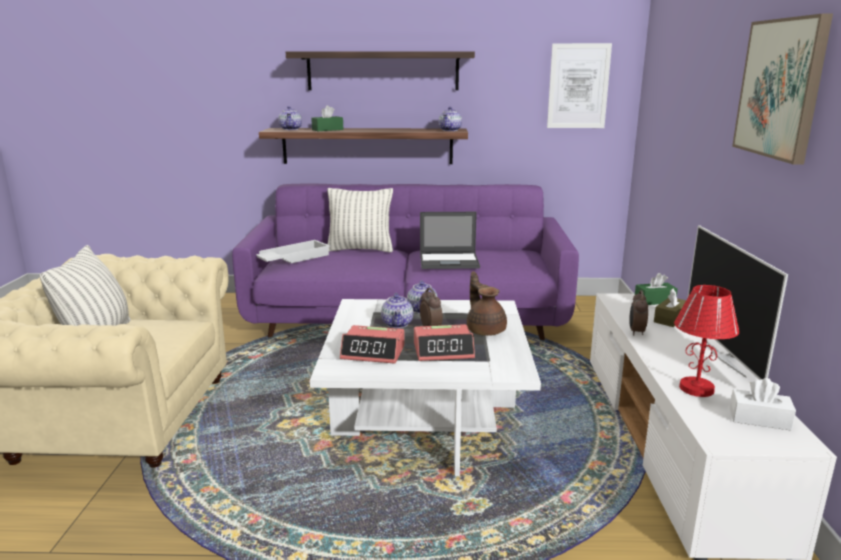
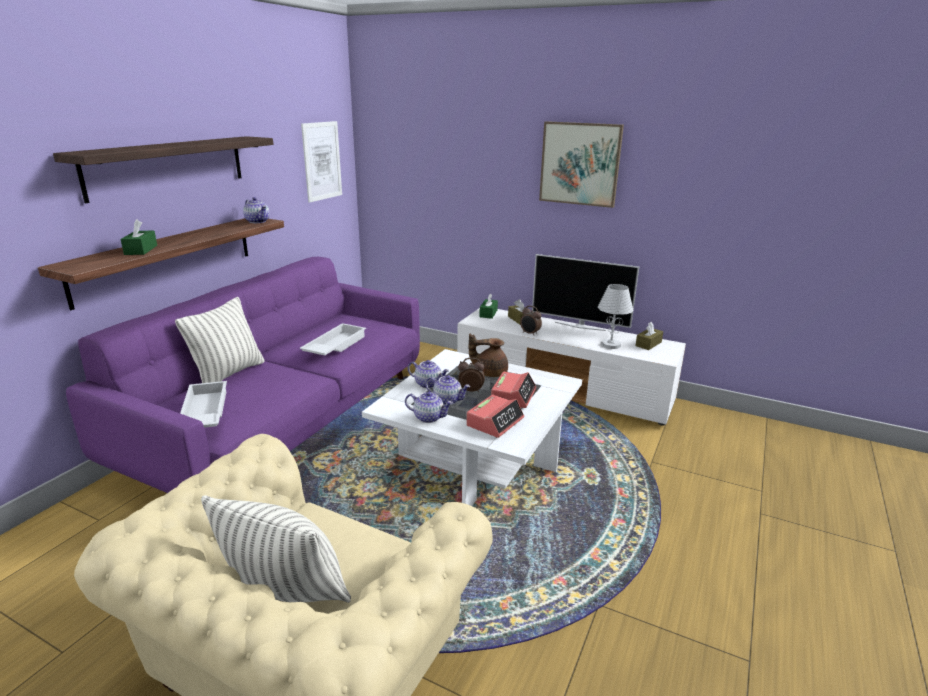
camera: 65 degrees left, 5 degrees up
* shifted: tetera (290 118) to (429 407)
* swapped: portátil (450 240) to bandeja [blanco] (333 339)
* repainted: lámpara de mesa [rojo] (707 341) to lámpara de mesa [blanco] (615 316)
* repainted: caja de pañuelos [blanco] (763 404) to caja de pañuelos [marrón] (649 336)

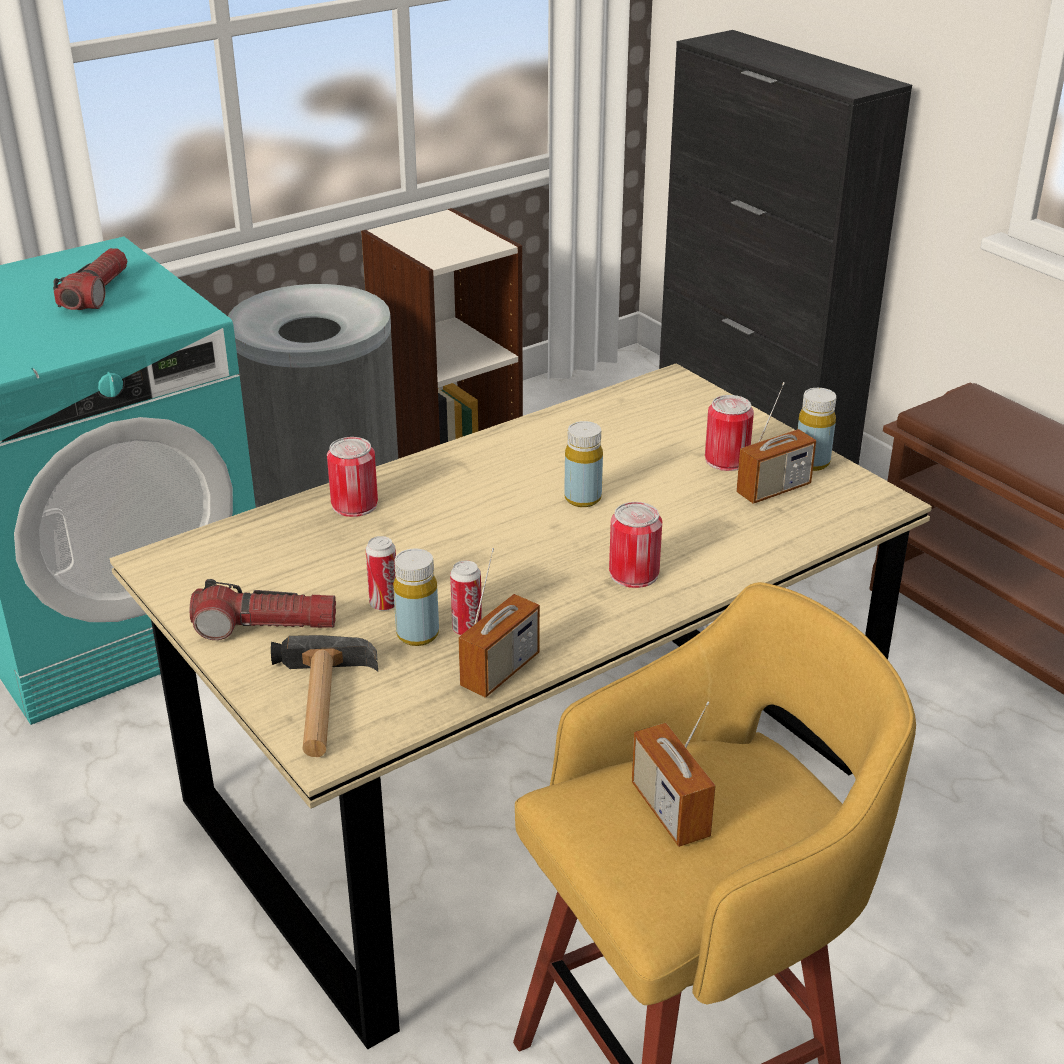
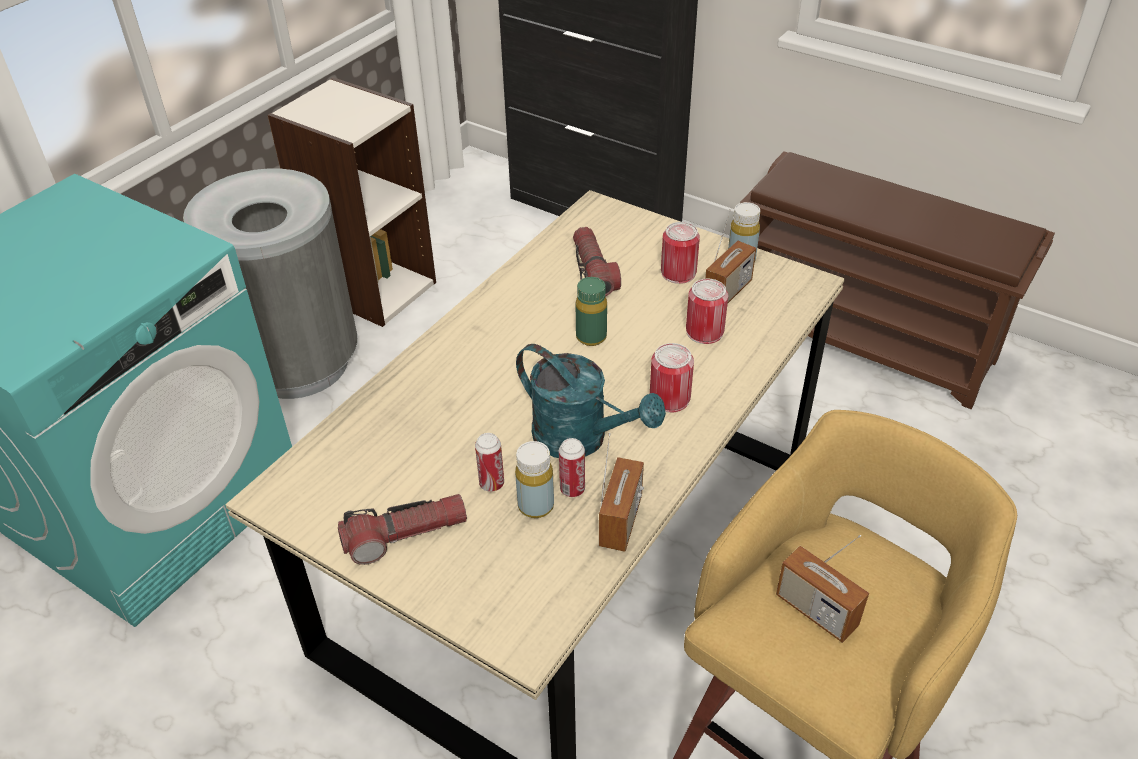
camera: 20 degrees left, 10 degrees up
* shifted: linterna (90 279) to (597 261)
* repainted: botella [amarillo] (583 464) to botella [verde] (591 311)
* shifted: lata (352 477) to (707 311)
* gone: martillo (324 696)
* new: regadera [turquesa] (591 401)

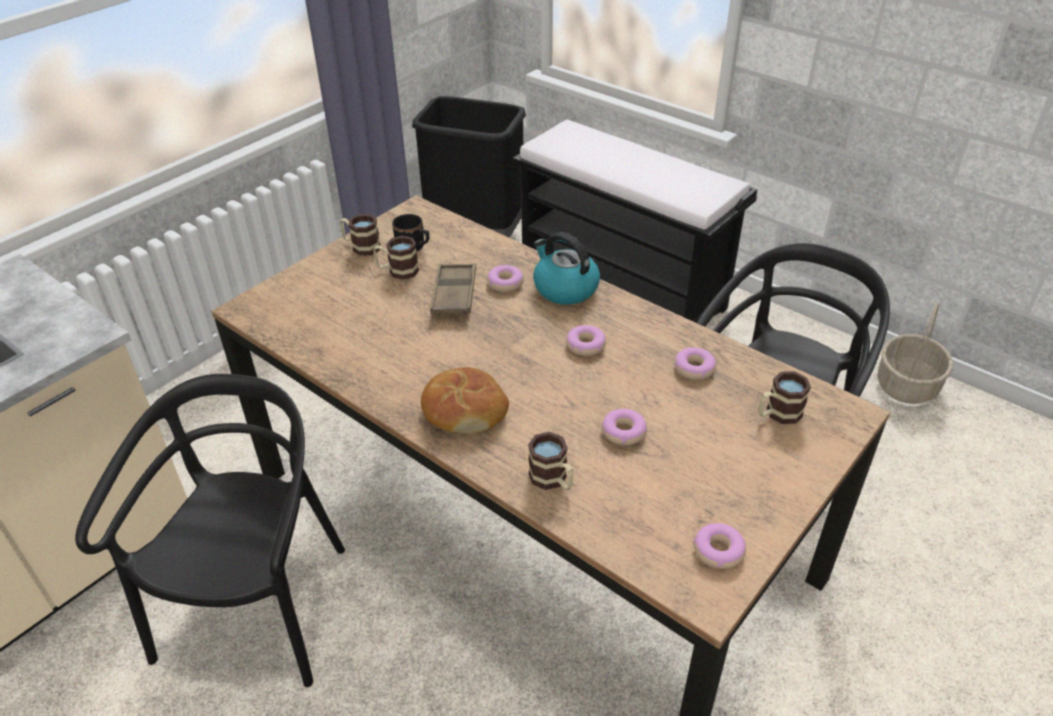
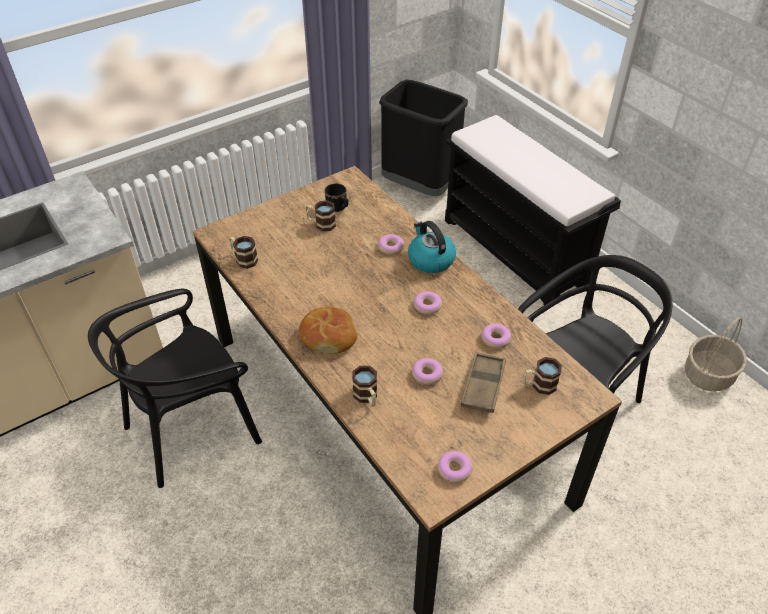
camera: 15 degrees right, 5 degrees up
* shifted: taza grande (360 235) to (243 252)
* shifted: bandeja [marrón] (453 289) to (483 382)
* rotated: silla [negro] (210 530) = (175 388) 150 degrees counterclockwise

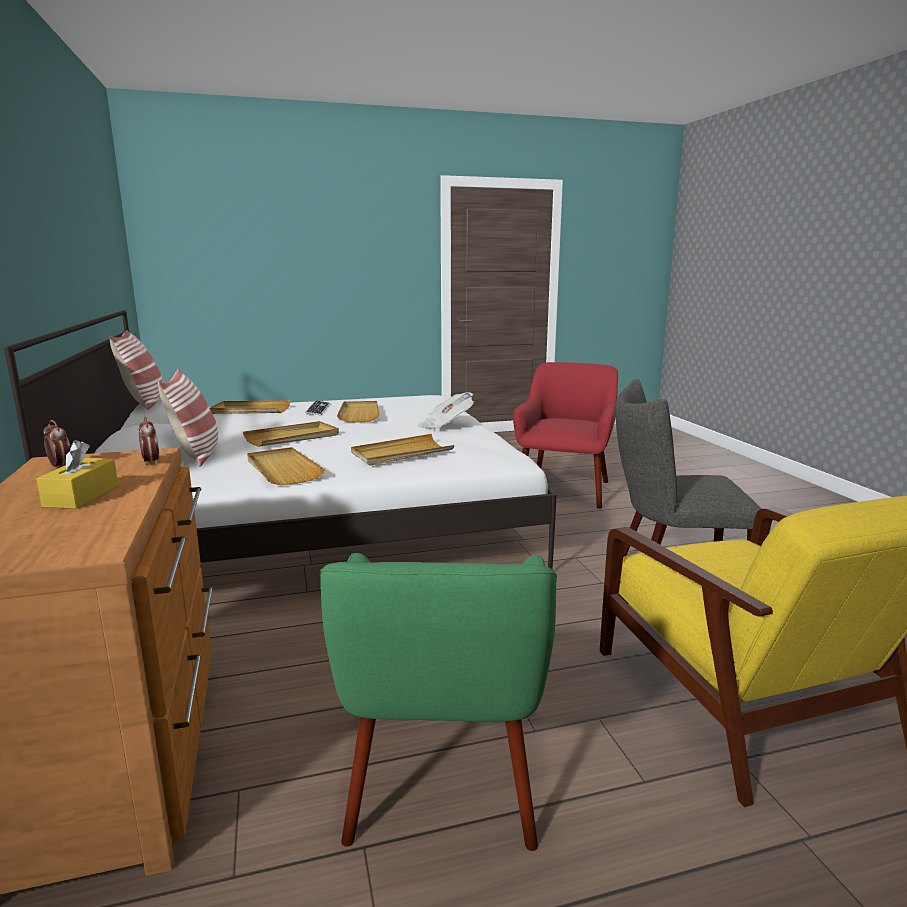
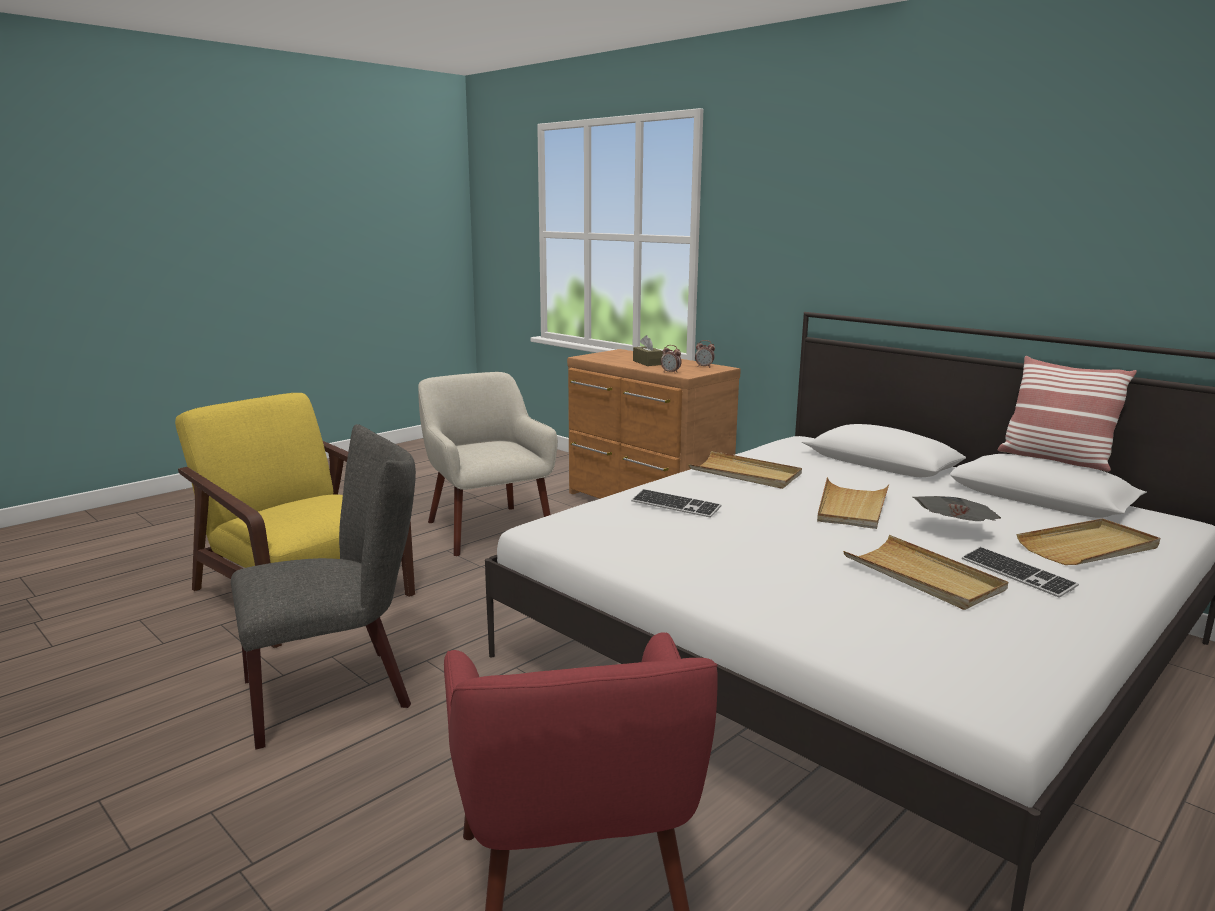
camera: 150 degrees right, 0 degrees up
* gone: cojín (188 417)
* shifted: periódico (445 410) to (956 508)
* swapped: bandeja [beis] (402 450) to teclado (676 503)
* repainted: caja de pañuelos [amarillo] (77 474) to caja de pañuelos [marrón] (648 350)
* repainted: sillón [verde] (438 702) to sillón [beis] (488 464)

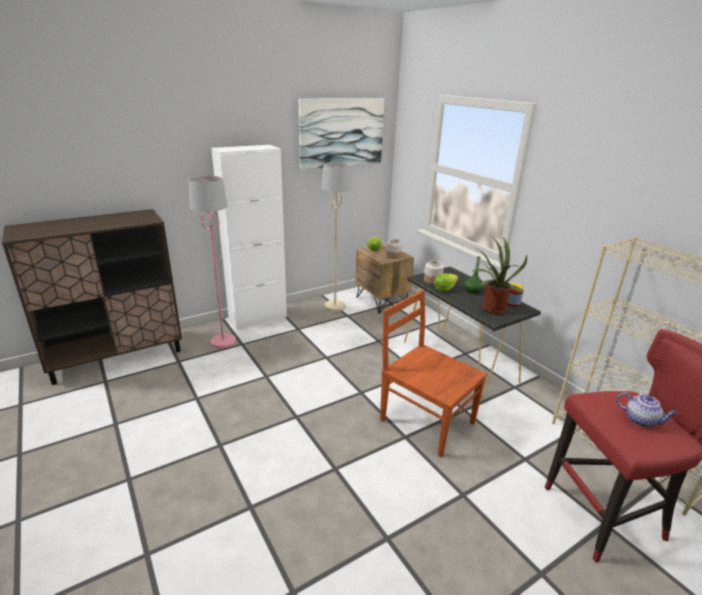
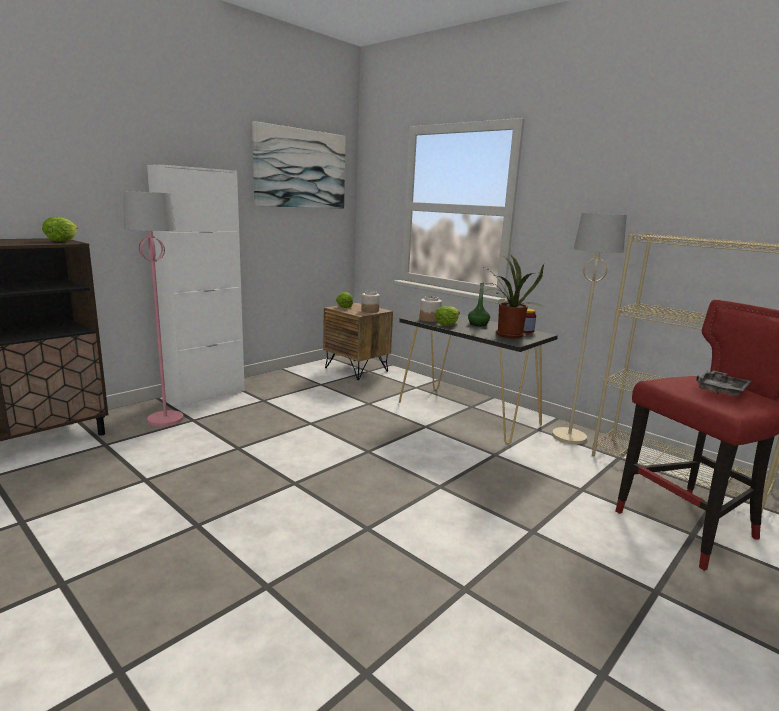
camera: 15 degrees left, 10 degrees down
* shifted: lámpara de pie [beis] (337 237) to (589 328)
* gone: silla [marrón] (433 373)
* swapped: tetera (647 410) to bandeja [gris] (724 383)
* new: lechuga (60 229)

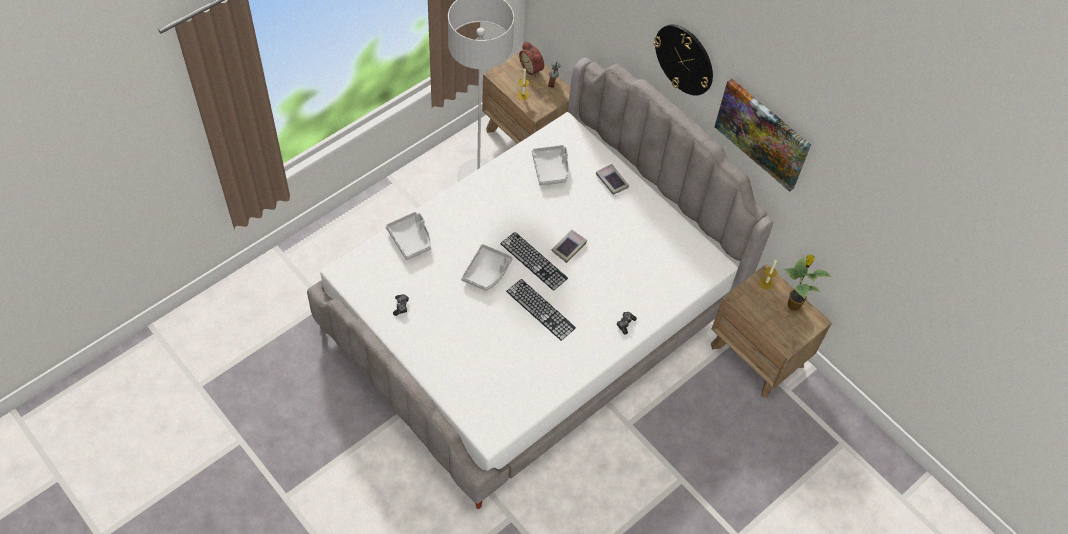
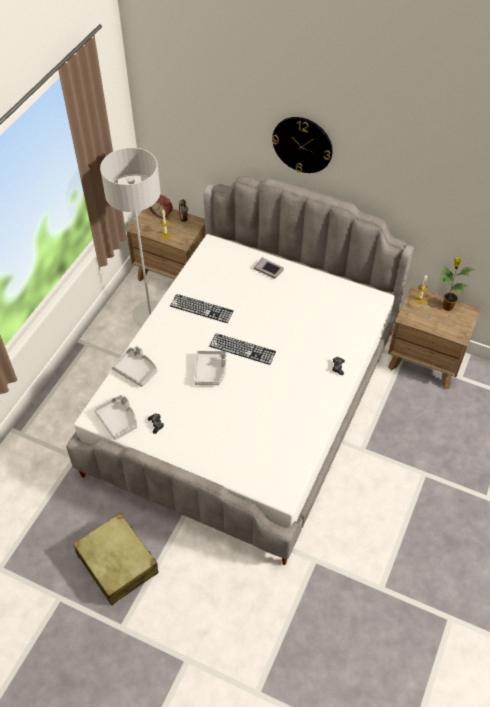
camera: 20 degrees left, 5 degrees down
* gone: cuadro (763 135)
* shifted: bandeja [gris] (550 165) to (115 417)
* gone: libro (569 246)
* shifted: teclado (541 310) to (202 308)
* new: maleta [beis] (116 559)

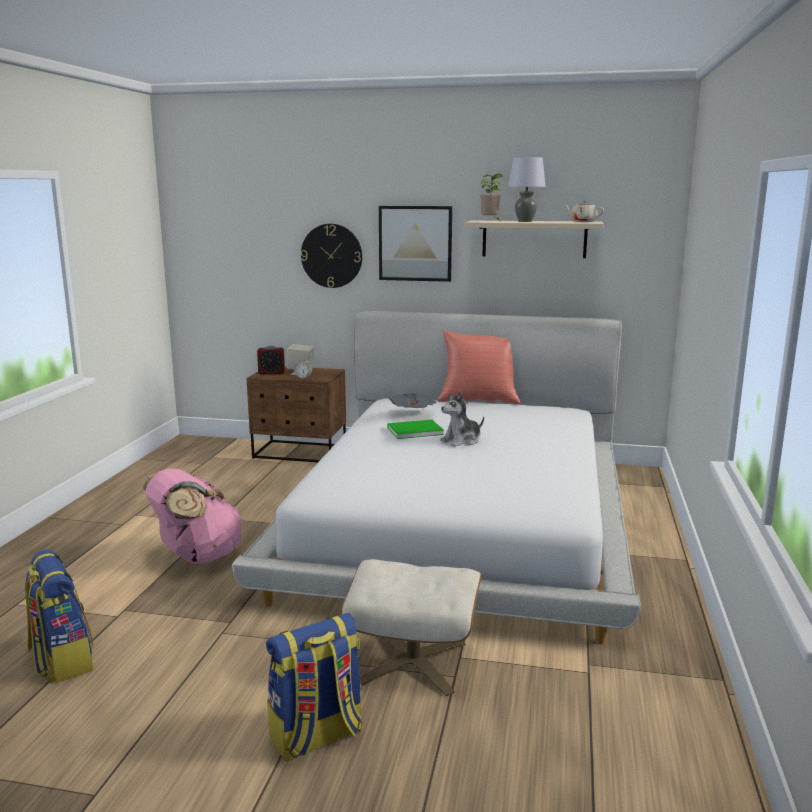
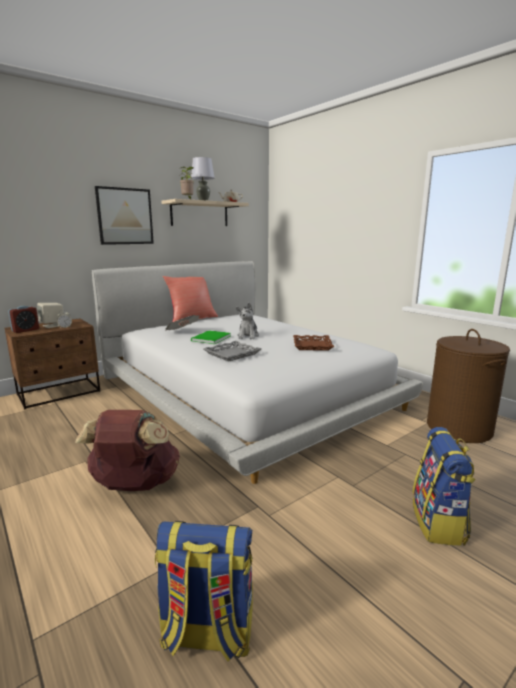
camera: 50 degrees left, 0 degrees up
* gone: reloj de pared (331 256)
* repainted: mochila [rosa] (192 516) to mochila [marrón] (127 450)
* gone: puf [beis] (411 627)
* new: cesto de la ropa [marrón] (468 386)
* new: bandeja [marrón] (313 343)
* new: bandeja [gris] (232 351)

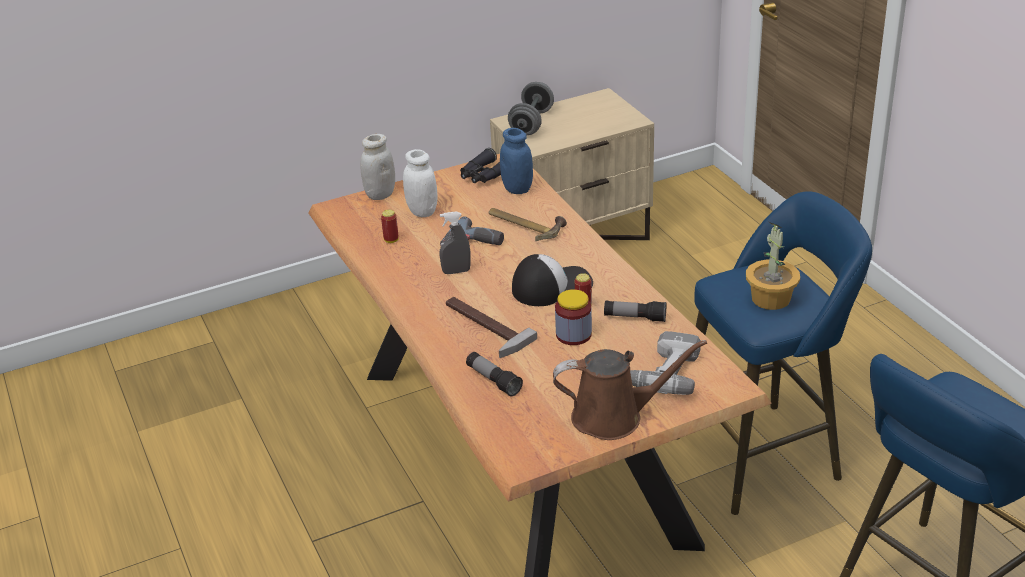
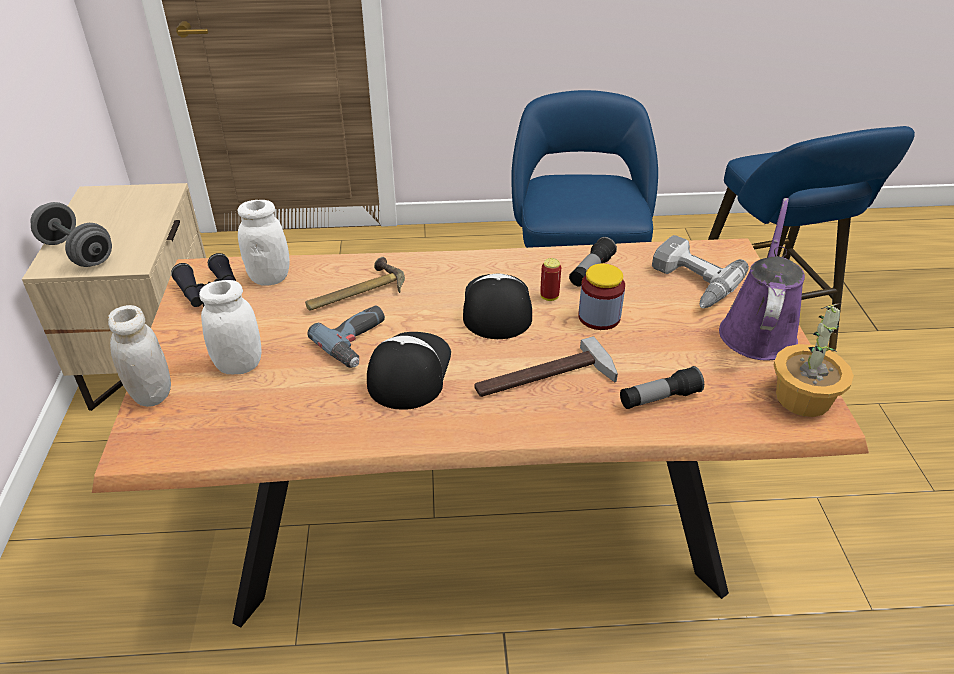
camera: 70 degrees left, 5 degrees up
* repainted: tarro [azul] (516 161) to tarro [blanco] (264 243)
* gone: lata (390 226)
* swapped: pulverizador [gris] (455 242) to gorra (409 371)
* shifted: planta en maceta (773 266) to (813 360)
* repainted: regadera [marrón] (630 390) to regadera [morado] (762 279)

